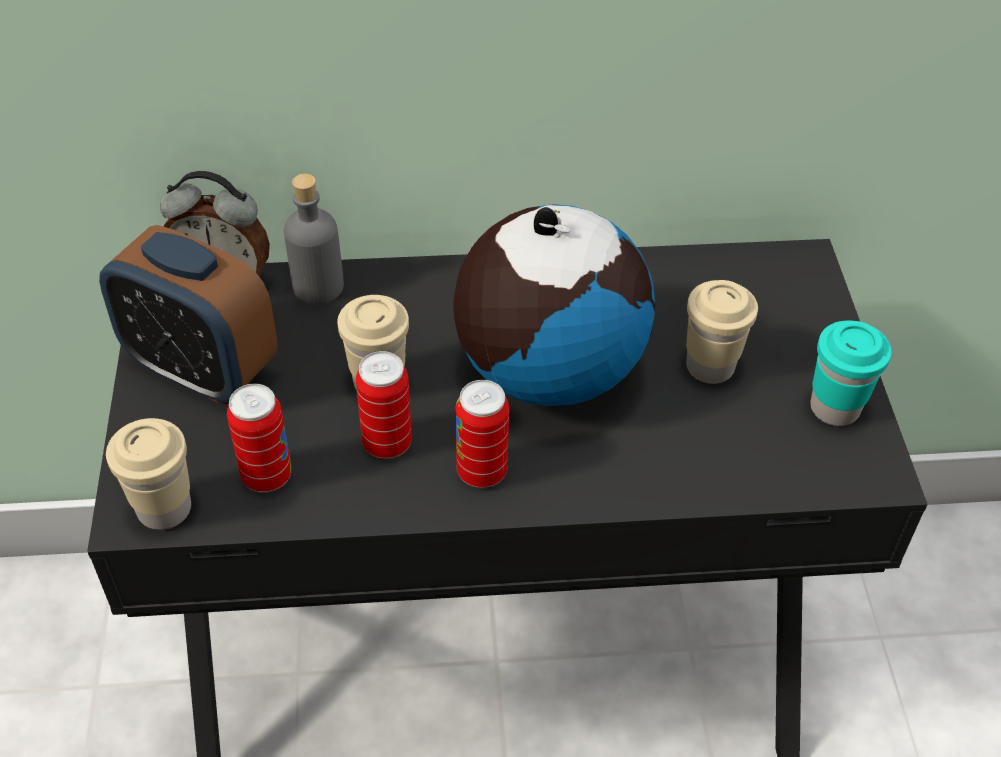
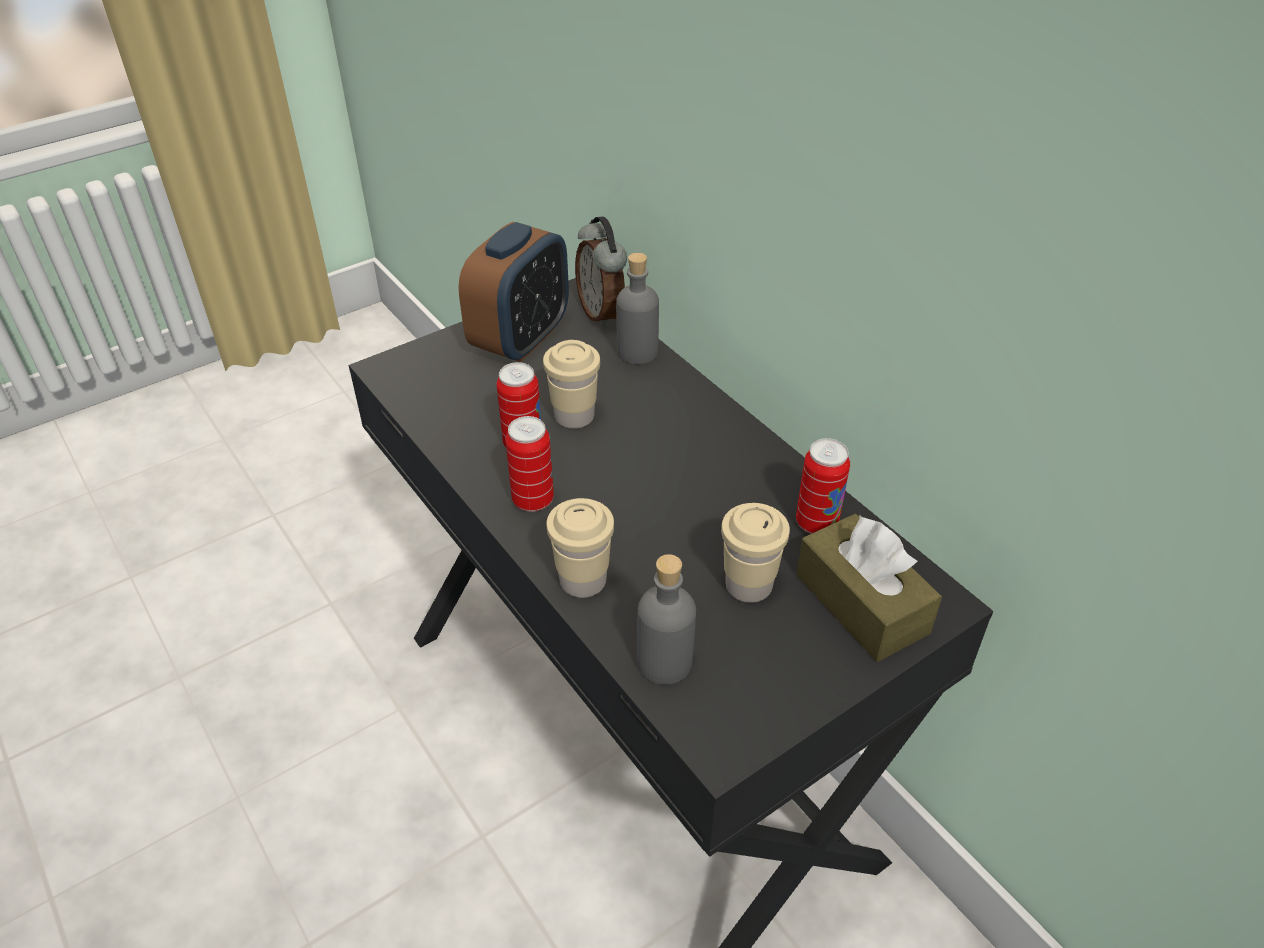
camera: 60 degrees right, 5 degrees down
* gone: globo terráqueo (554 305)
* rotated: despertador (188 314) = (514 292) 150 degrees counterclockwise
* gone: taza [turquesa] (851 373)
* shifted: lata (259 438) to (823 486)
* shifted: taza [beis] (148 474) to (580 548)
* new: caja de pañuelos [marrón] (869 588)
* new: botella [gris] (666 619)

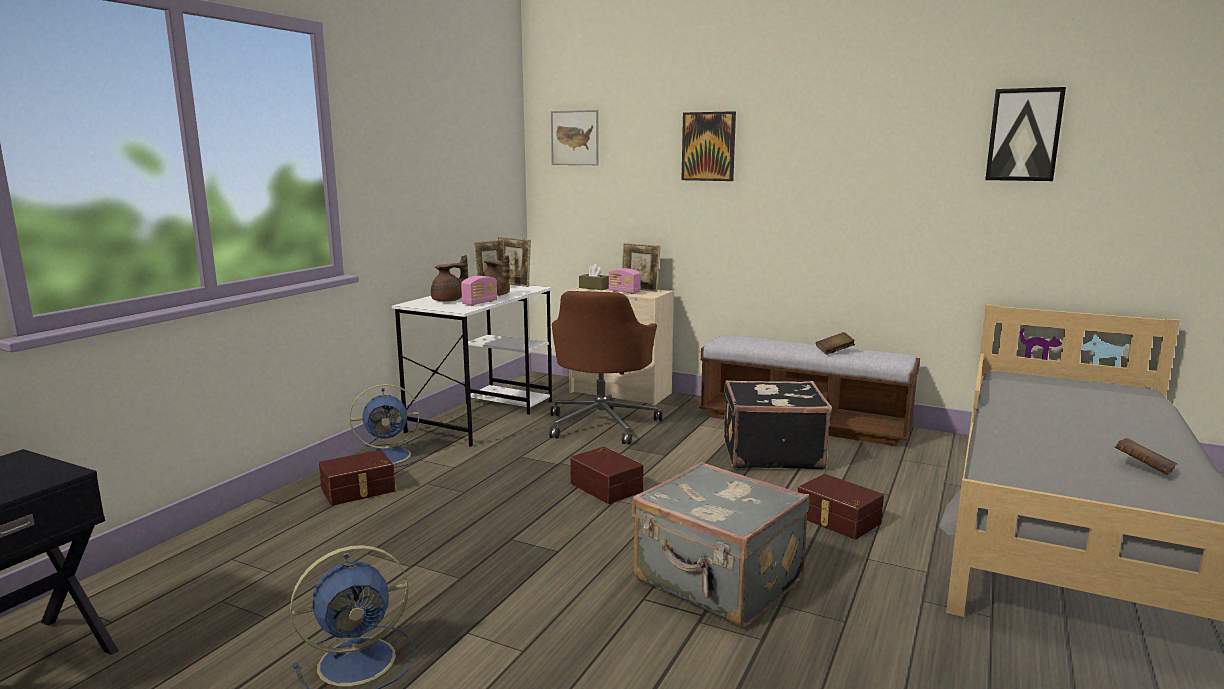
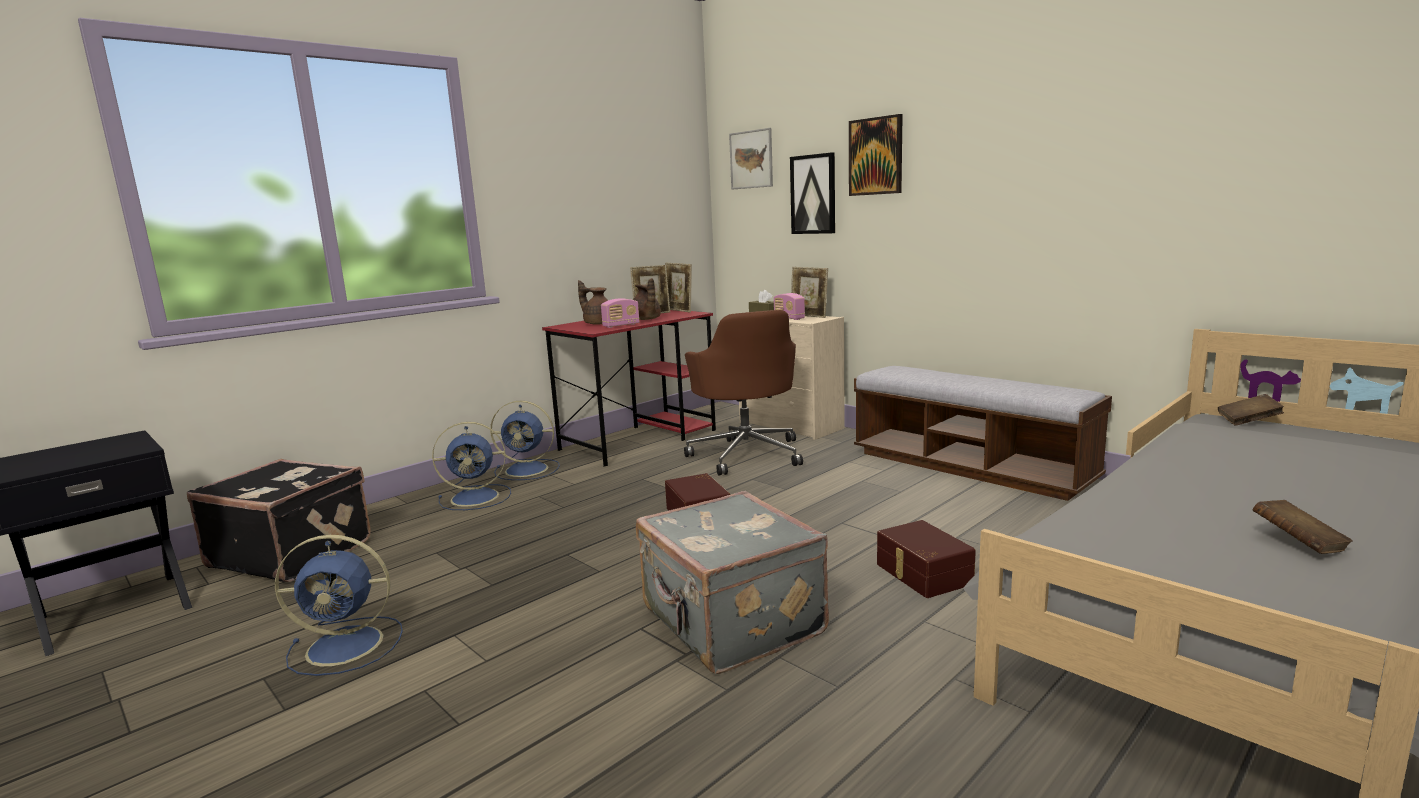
camera: 20 degrees right, 0 degrees up
* shifted: cuadro (1025 134) to (812 193)
* rotated: tetera [marrón] (449 278) = (593 302) 120 degrees counterclockwise
* repainted: escritorio [blanco] (472 366) to escritorio [rojo] (629 388)
* rotated: silla de oficina [marrón] (606 367) = (743 393) 45 degrees counterclockwise
* shifted: libro [marrón] (835 343) to (1251 410)
* shifted: maleta [negro] (778 424) to (279 520)
* swapped: caja de almacenaje [marrón] (357 478) to ventilador [azul] (471 466)

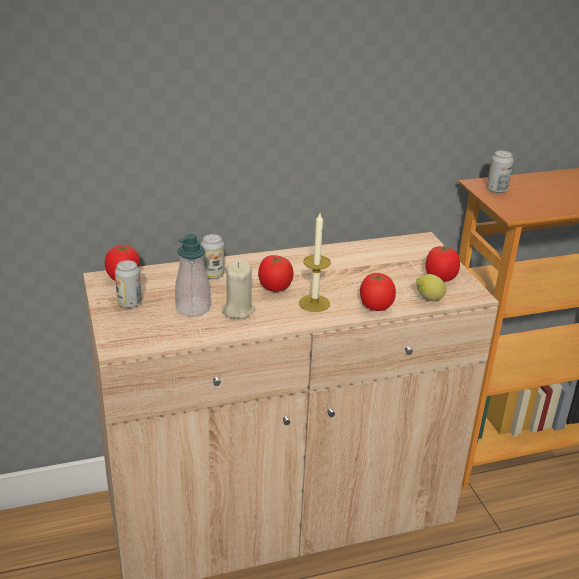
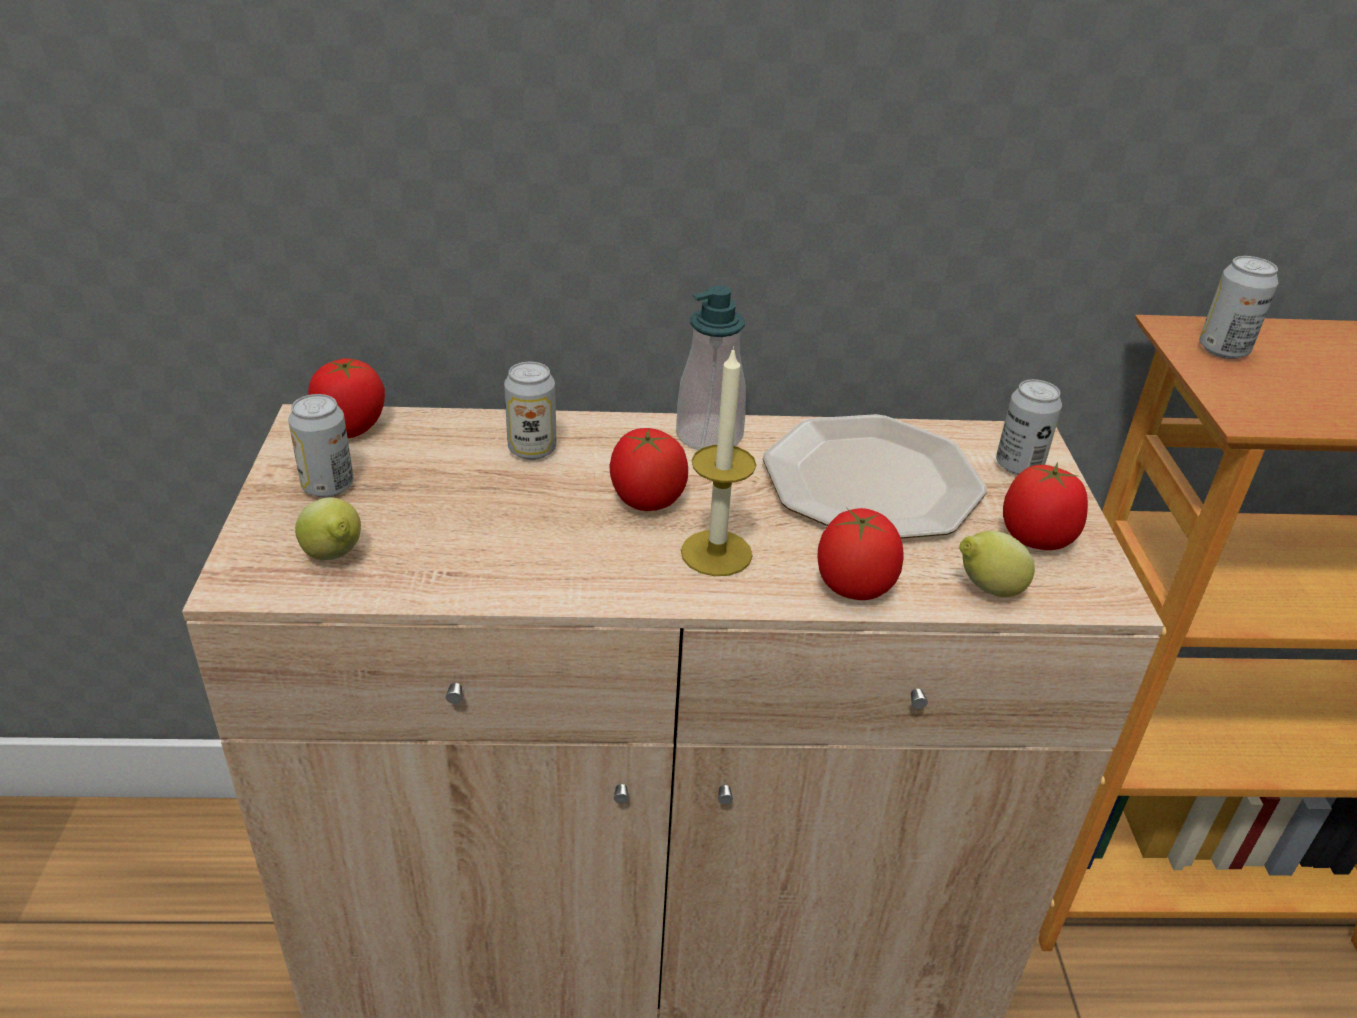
camera: 15 degrees right, 5 degrees up
* shifted: dispensador de jabón (193 275) to (711 367)
* gone: vela [beis] (238 289)
* new: lata (1029 427)
* new: plato (875 476)
* new: limón (328 528)

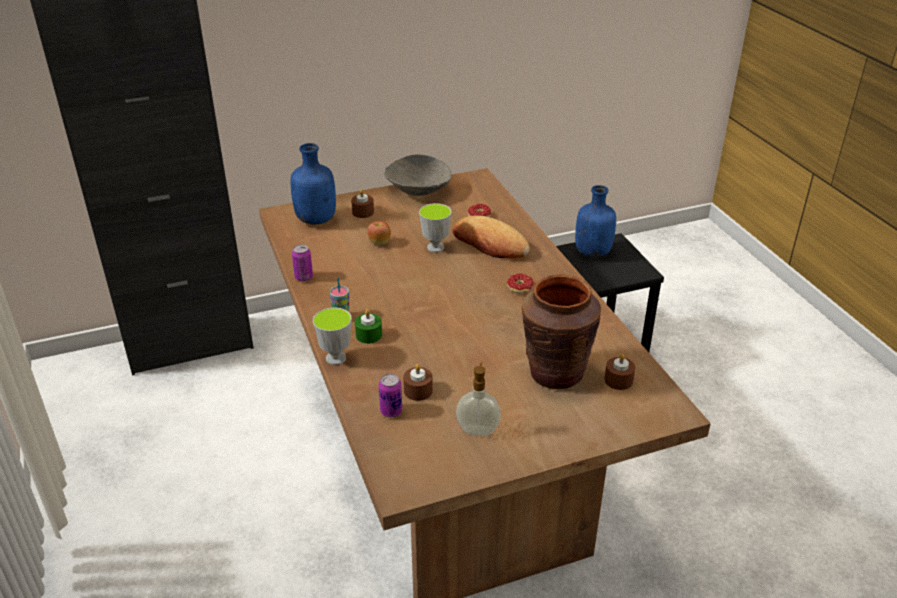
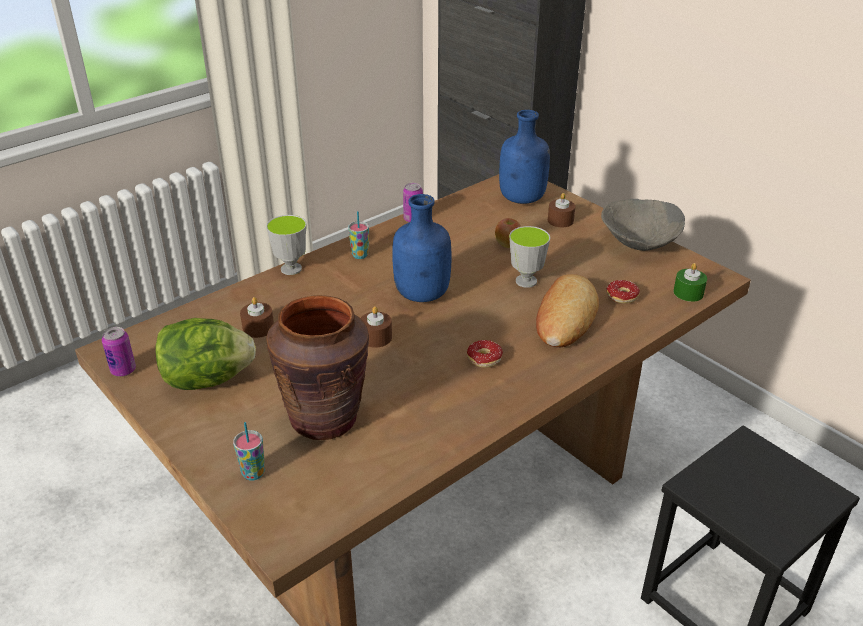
camera: 70 degrees right, 0 degrees up
* shifted: botella [azul] (595 221) to (422 248)
* shifted: vela [verde] (368 326) to (690 282)
* shifted: vela [marrón] (619 372) to (376 327)
* swapped: dispensador de jabón (478 399) to lechuga (205 354)
* shifted: lata (390 395) to (119 352)
* new: taza (249 451)

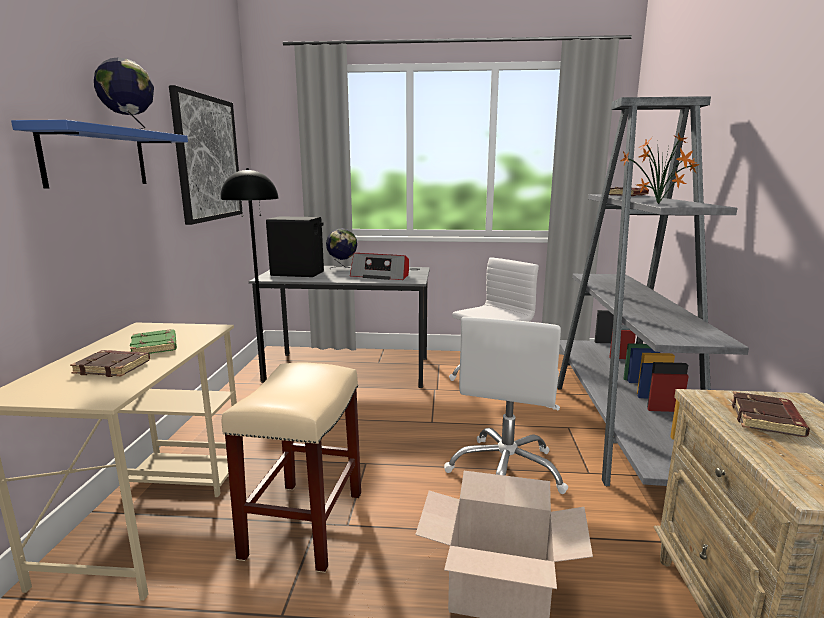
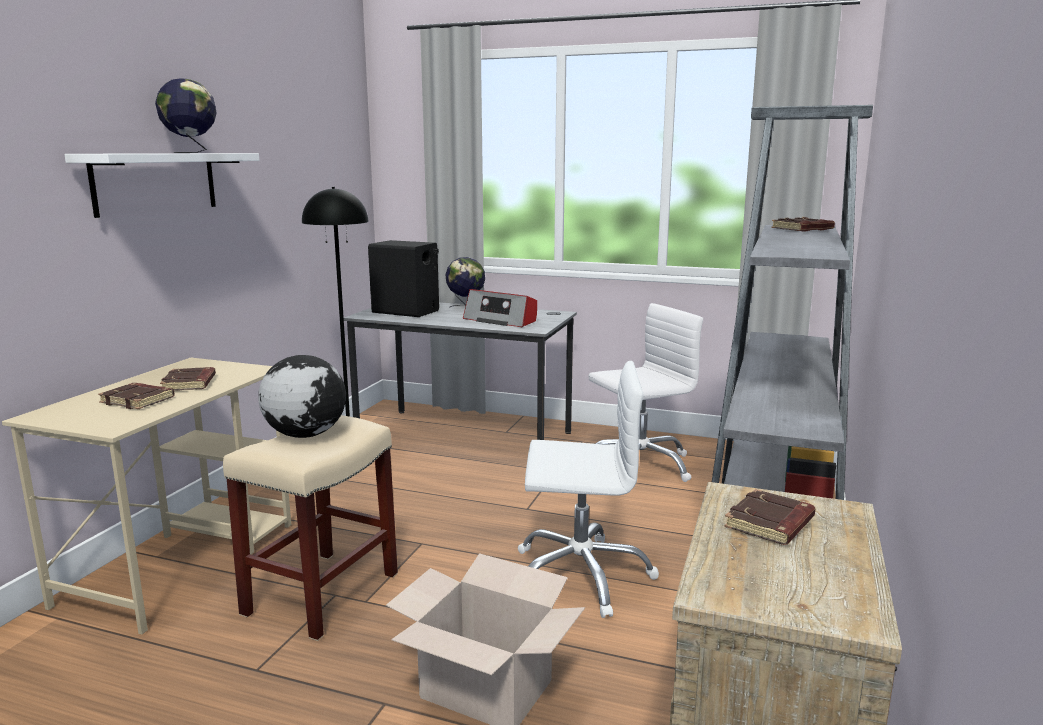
camera: 15 degrees right, 0 degrees up
* gone: cuadro (206 155)
* repainted: estante [azul] (99 154) to estante [blanco] (161 185)
* gone: planta en maceta (660 168)
* rotated: silla de oficina [blanco] (506 405) = (588 489) 120 degrees counterclockwise
* repainted: libro [verde] (153 341) to libro [marrón] (188 379)
* new: globo terráqueo (302 396)

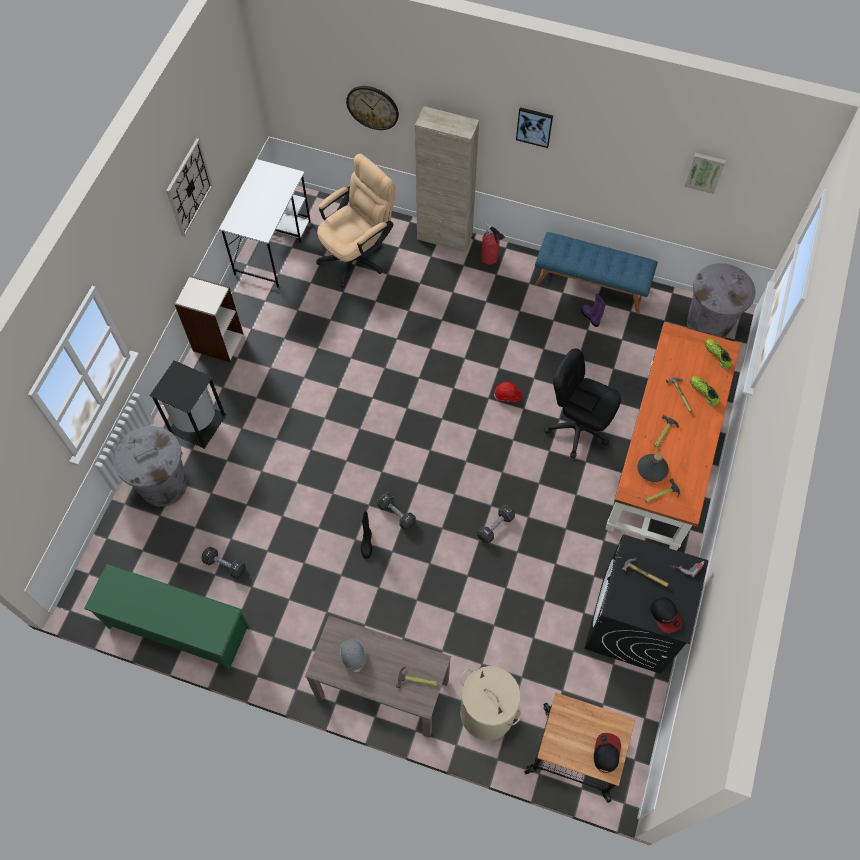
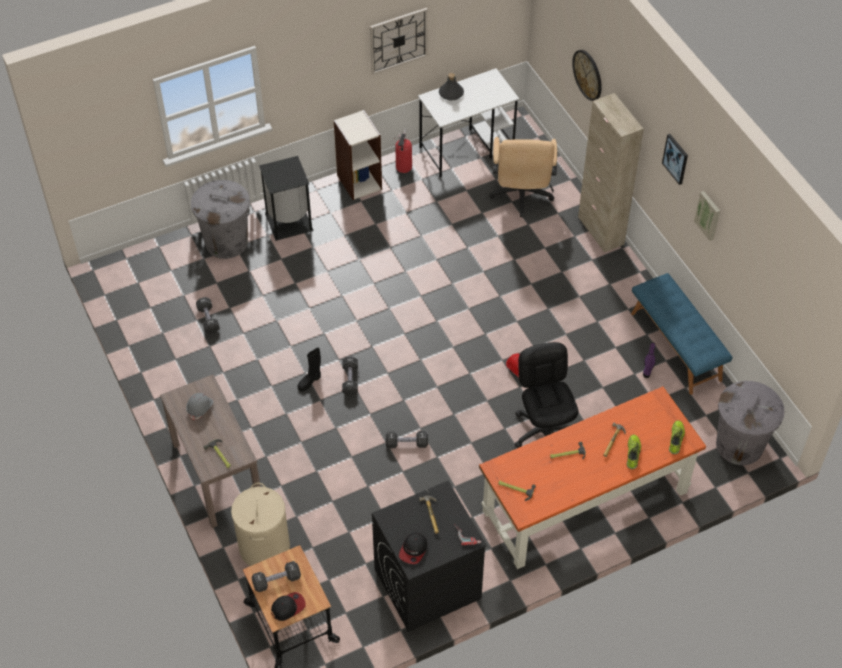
camera: 45 degrees right, 10 degrees down
* shifted: cuadro (705 173) to (707 216)
* rotated: silla de oficina [beis] (355 221) = (523 177) 90 degrees clockwise
* shifted: extintor (493 243) to (403 151)
* shifted: botella [gris] (653 467) to (451 86)
* gone: zapatero [verde] (167 617)
* new: mancuerna [negro] (276 576)

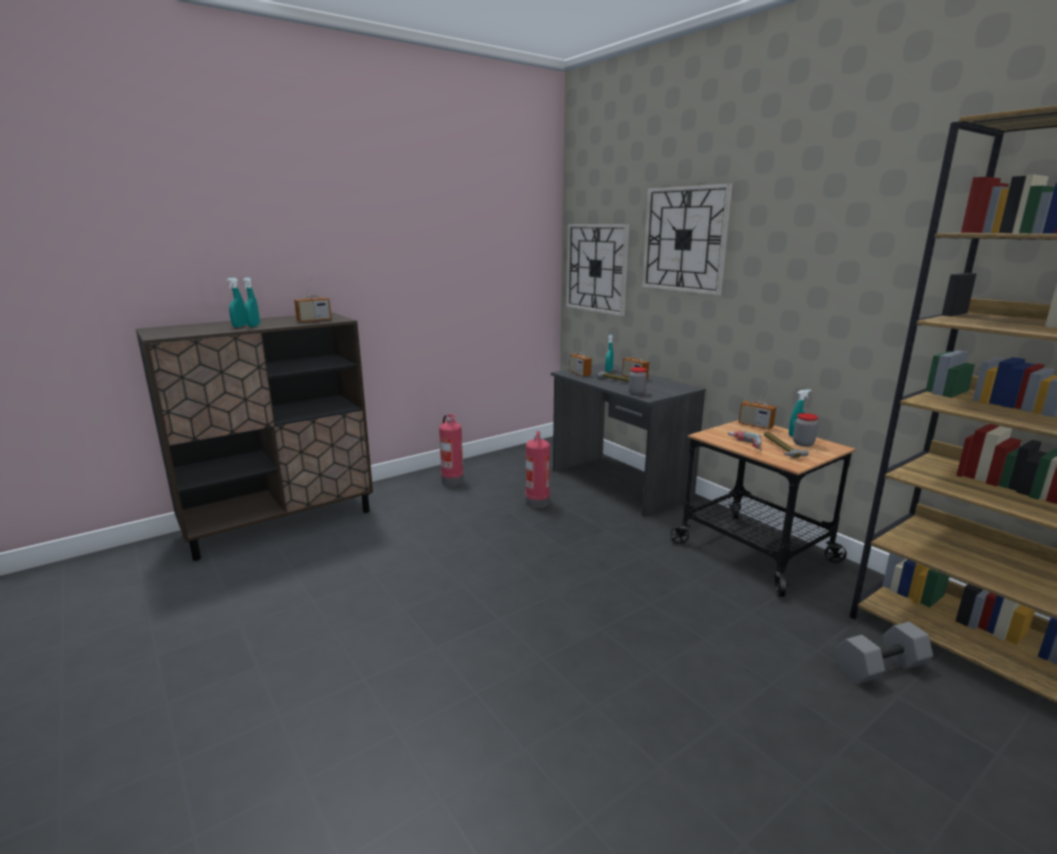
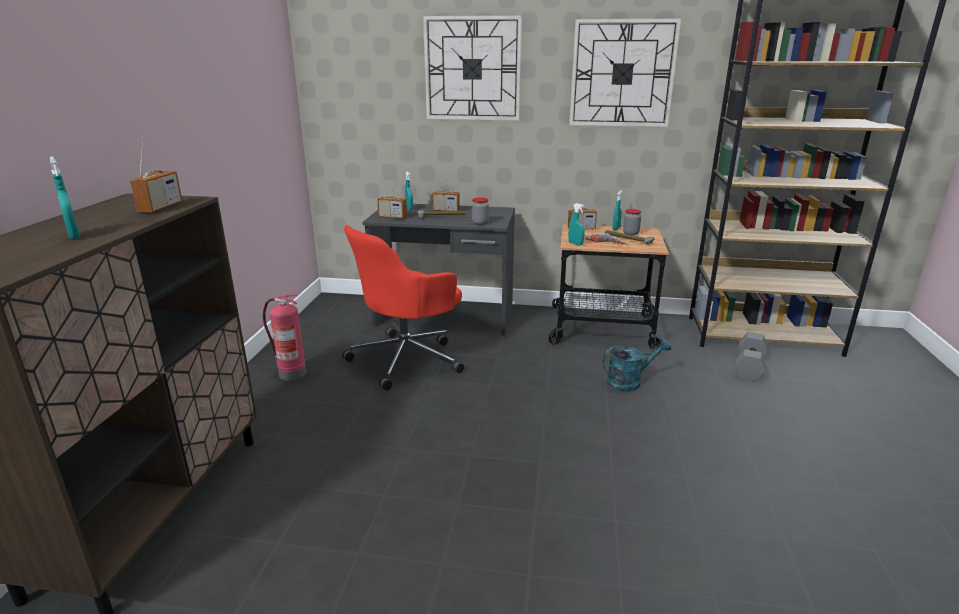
camera: 45 degrees left, 5 degrees up
* shifted: reloj de pared (597 270) to (625 73)
* shifted: pulverizador [turquesa] (251 302) to (576 224)
* swapped: extintor (537 470) to silla de oficina [rojo] (403 308)
* new: regadera [turquesa] (636 365)

